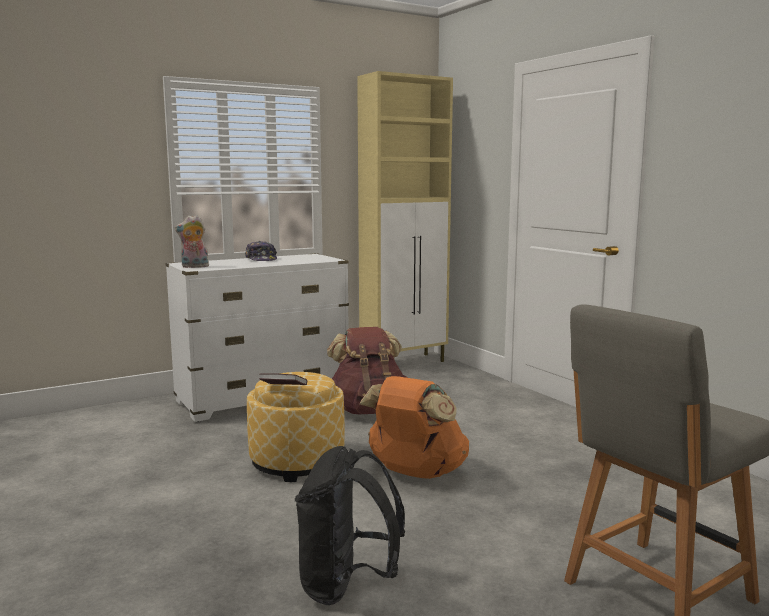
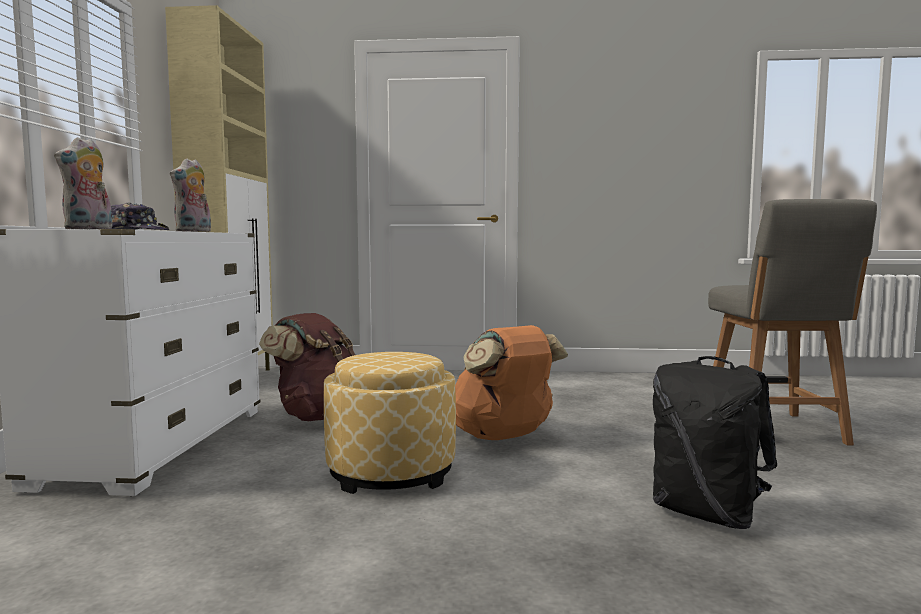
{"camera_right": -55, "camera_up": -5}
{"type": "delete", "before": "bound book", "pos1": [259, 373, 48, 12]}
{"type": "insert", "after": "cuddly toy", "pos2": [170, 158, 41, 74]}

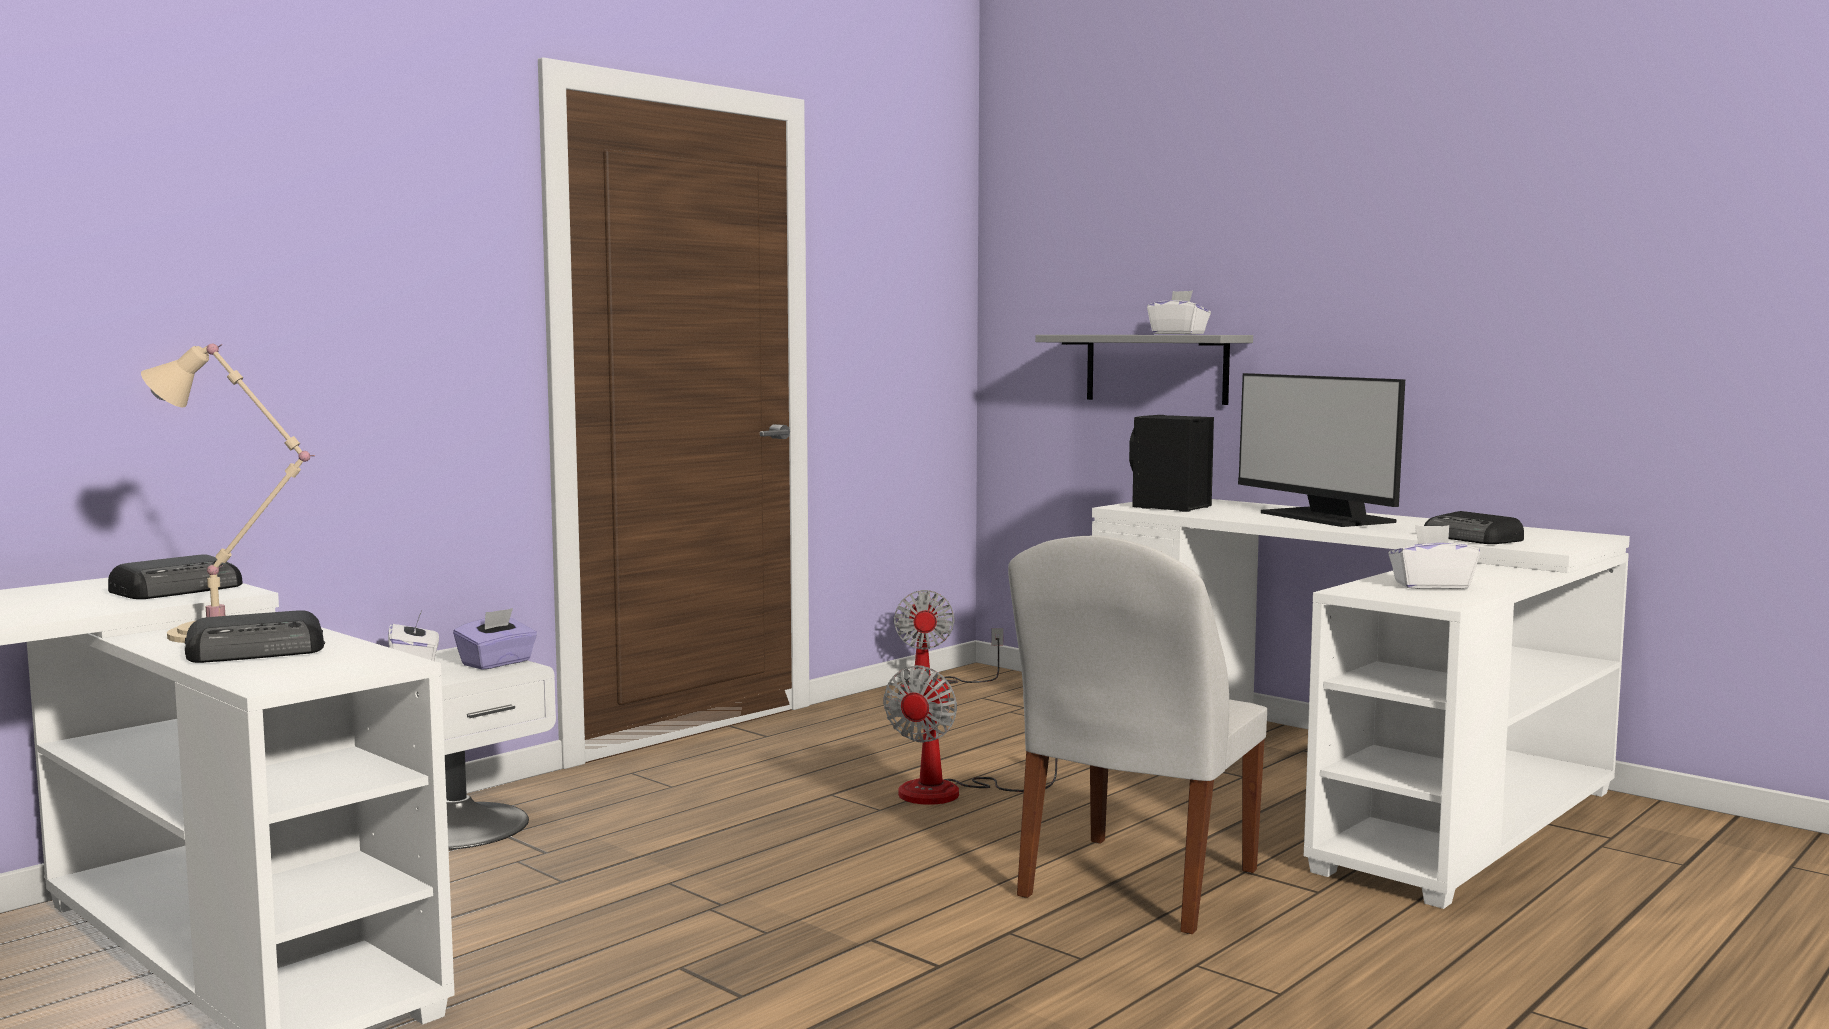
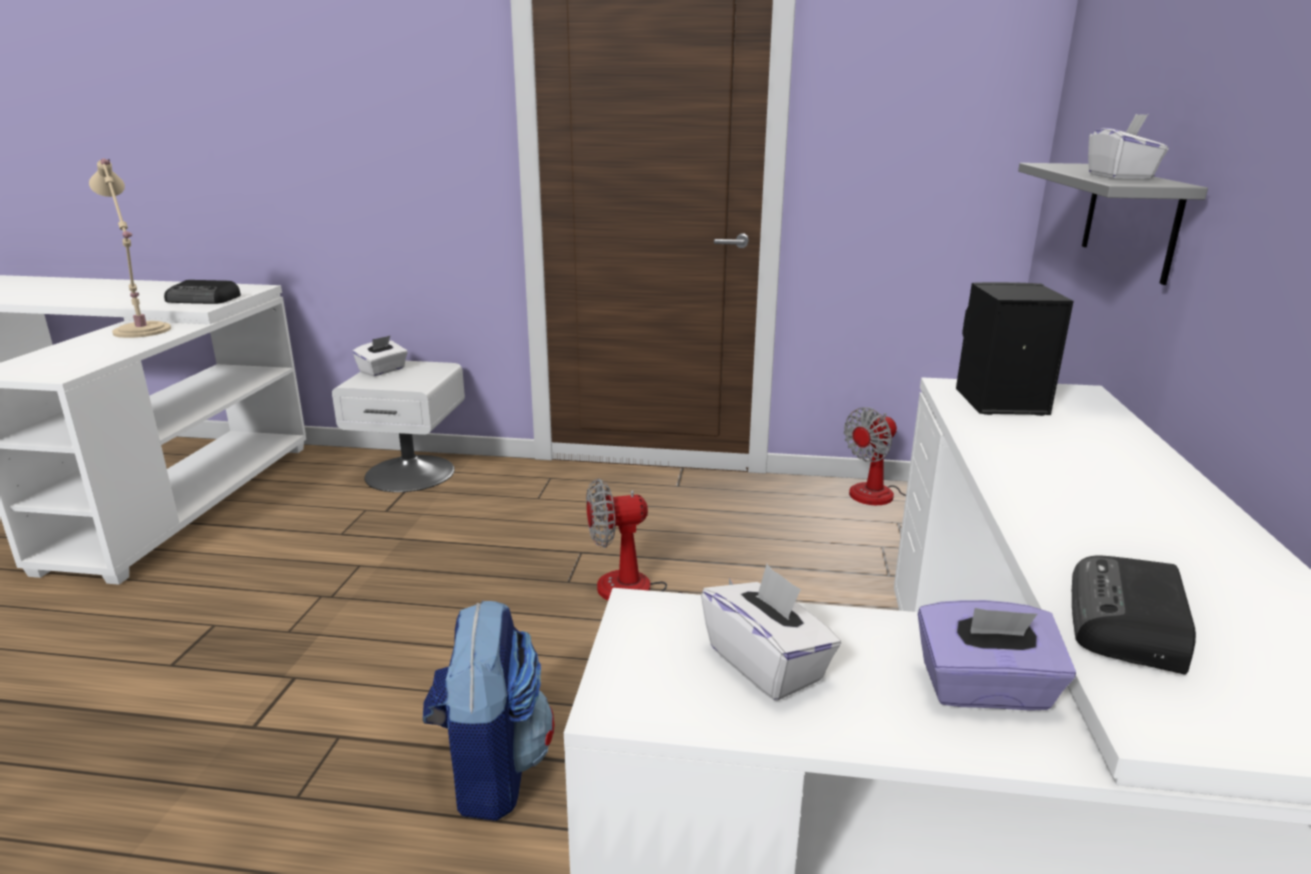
{"camera_right": 55, "camera_up": 15}
{"type": "delete", "before": "radio set", "pos1": [185, 610, 140, 53]}
{"type": "delete", "before": "computer display", "pos1": [1238, 373, 167, 154]}
{"type": "move", "before": "purple tissue holder", "pos1": [453, 608, 84, 62], "pos2": [918, 600, 158, 111]}
{"type": "replace", "before": "white chair", "after": "knapsack", "pos1": [1008, 535, 259, 399], "pos2": [423, 601, 131, 220]}

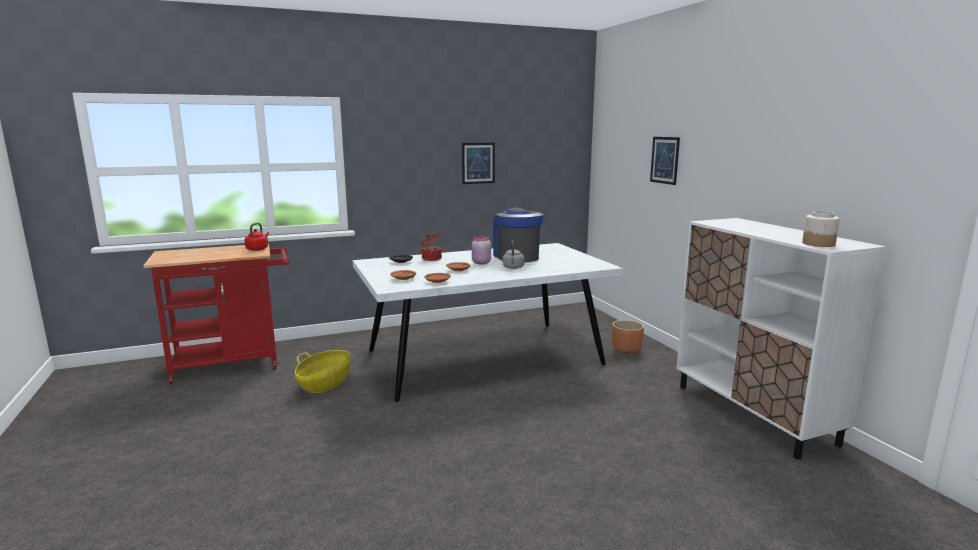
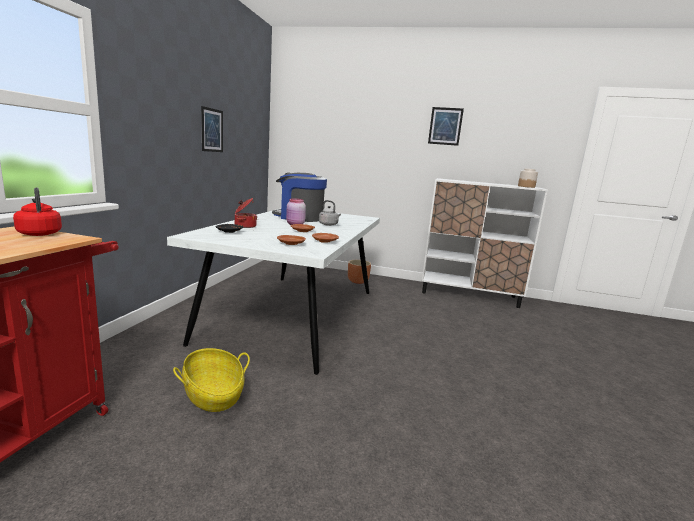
{"camera_right": -55, "camera_up": 0}
{"type": "move", "before": "picture", "pos1": [650, 137, 30, 48], "pos2": [428, 107, 36, 39]}

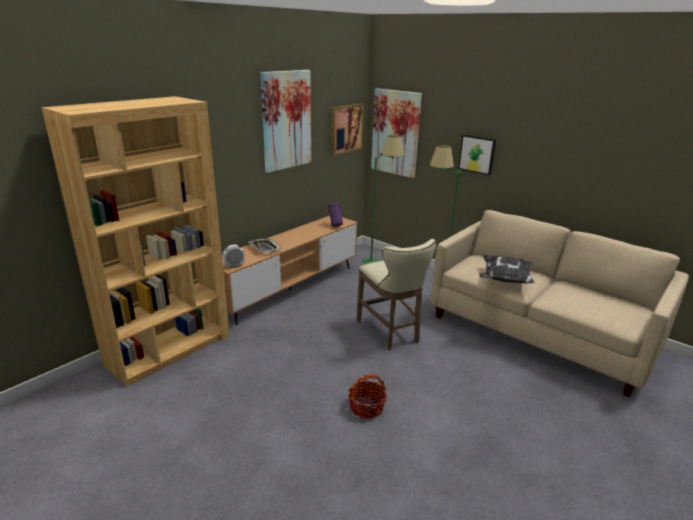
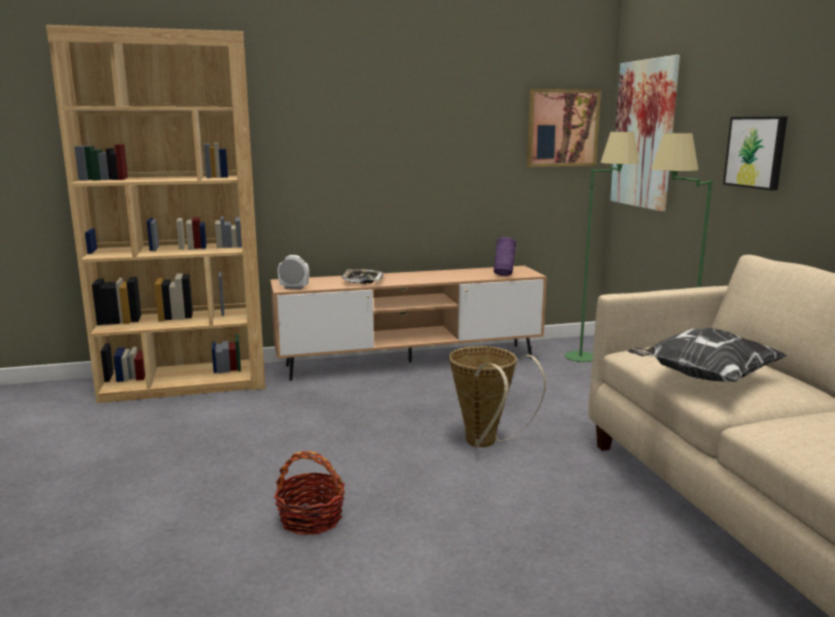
{"camera_right": 35, "camera_up": -10}
{"type": "delete", "before": "picture", "pos1": [260, 70, 51, 103]}
{"type": "replace", "before": "beige stool seat", "after": "storage basket", "pos1": [357, 239, 79, 111], "pos2": [449, 346, 97, 102]}

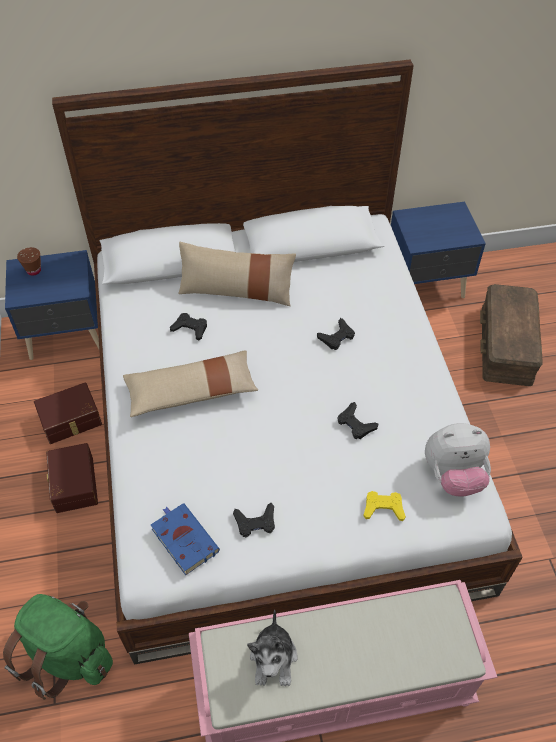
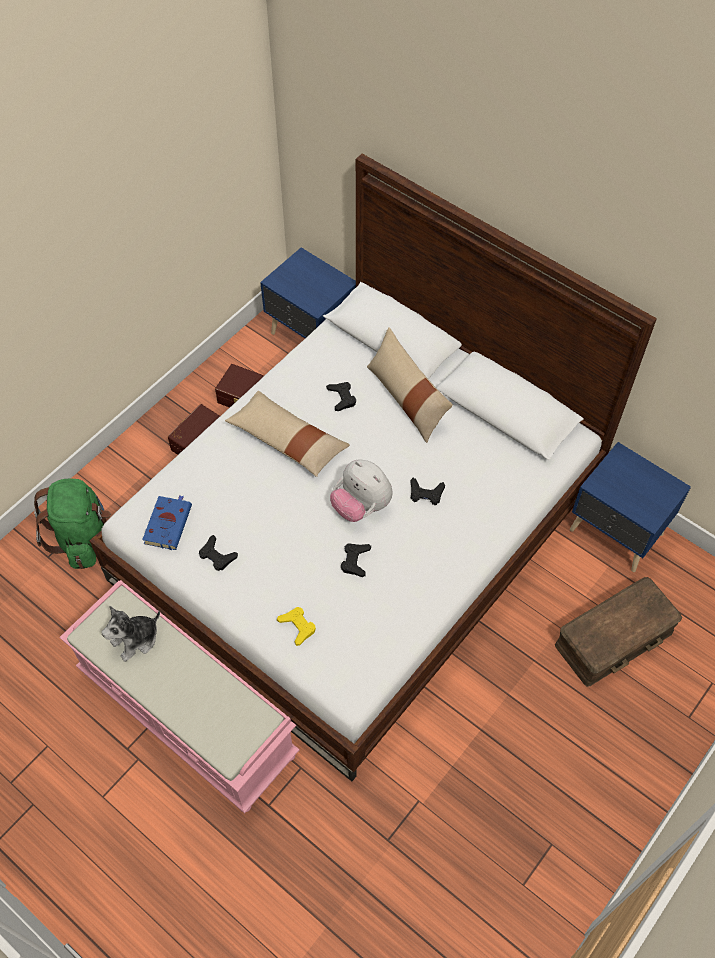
{"camera_right": 50, "camera_up": 5}
{"type": "delete", "before": "brown-coloured small cup", "pos1": [17, 247, 24, 29]}
{"type": "move", "before": "cuddly toy", "pos1": [425, 423, 66, 74], "pos2": [330, 459, 63, 63]}

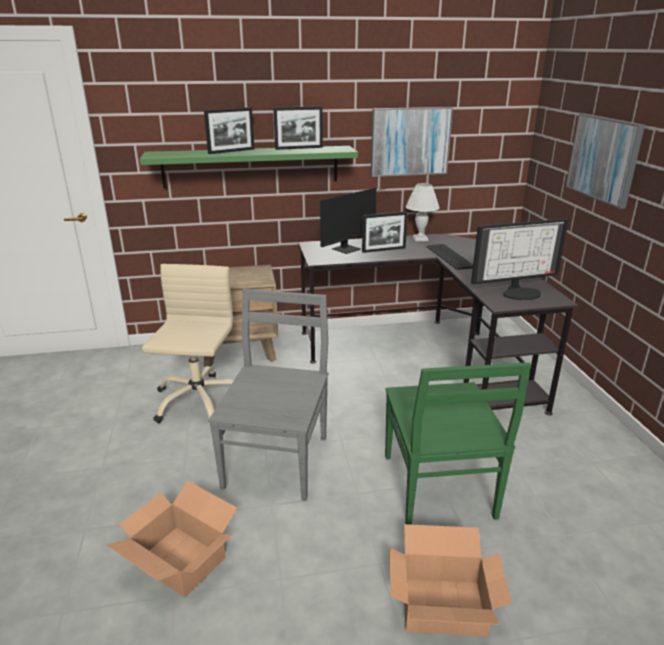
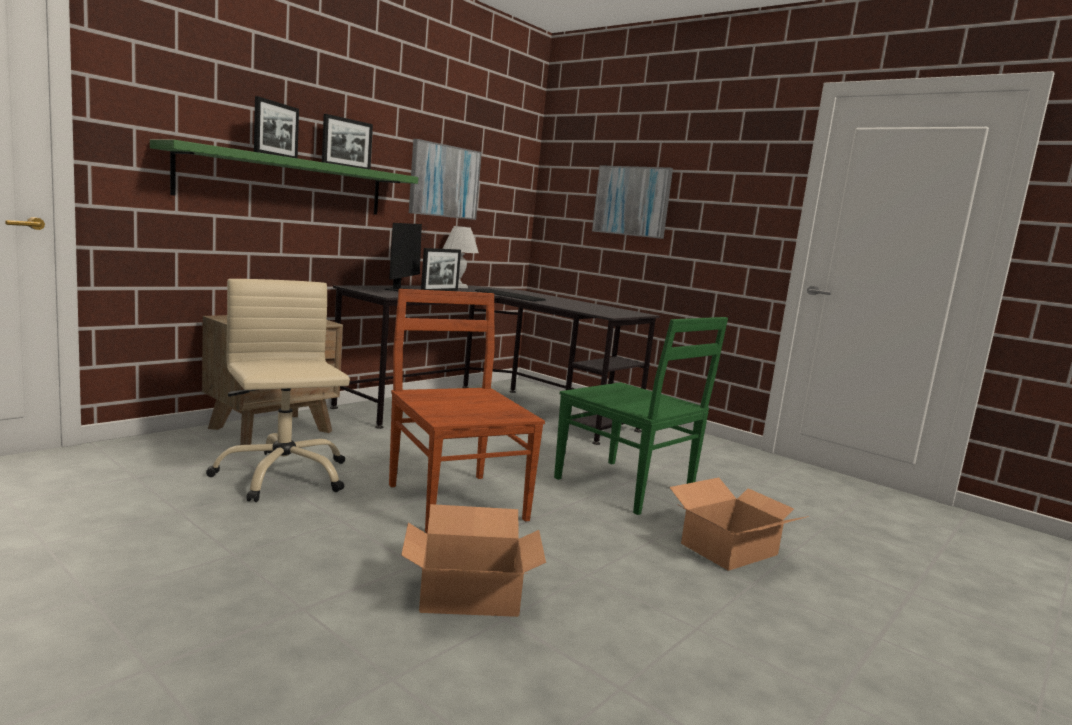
{"camera_right": -40, "camera_up": -15}
{"type": "delete", "before": "computer display", "pos1": [471, 218, 98, 82]}
{"type": "recolor", "before": "grey chair", "after": "brown-coloured chair", "pos1": [208, 289, 120, 212], "pos2": [389, 289, 156, 244]}

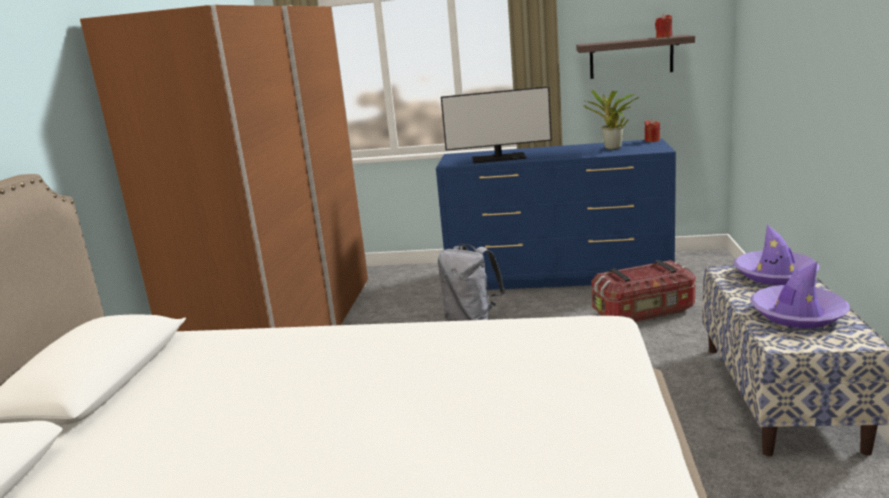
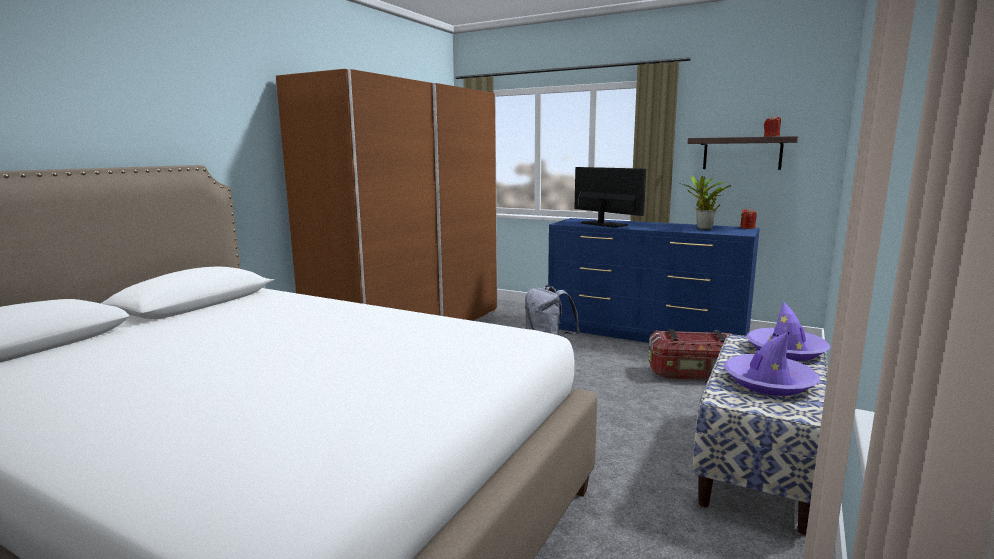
{"camera_right": 20, "camera_up": -5}
{"type": "rotate", "before": "computer display", "pos1": [441, 86, 111, 77], "pos2": [574, 167, 72, 61], "turn": -150}

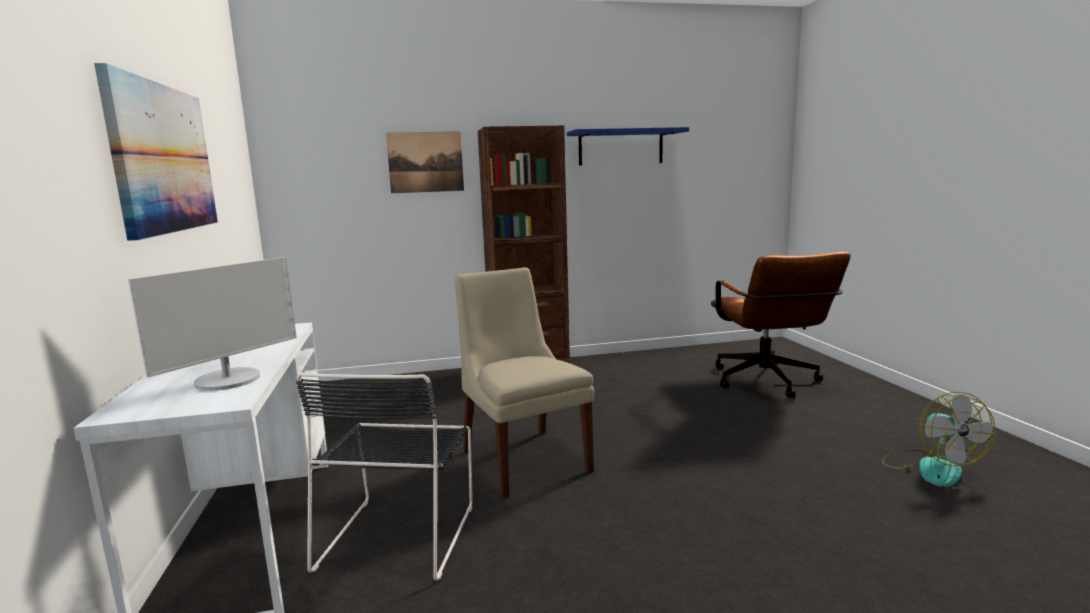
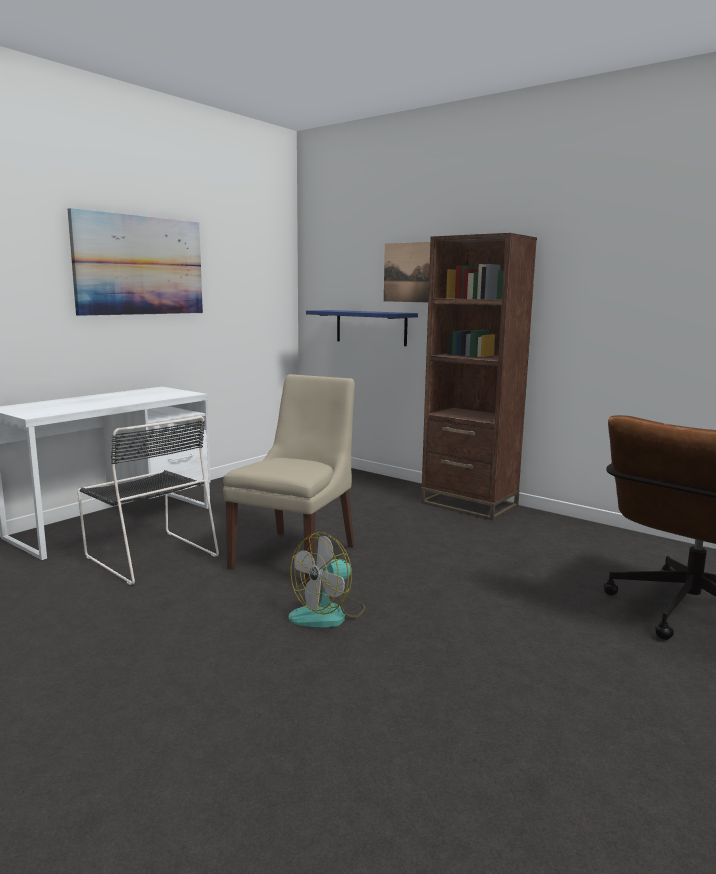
{"camera_right": 50, "camera_up": 0}
{"type": "delete", "before": "computer display", "pos1": [128, 257, 169, 134]}
{"type": "move", "before": "blue bracket shelf", "pos1": [567, 127, 122, 39], "pos2": [306, 310, 112, 36]}
{"type": "move", "before": "cooling fan", "pos1": [882, 392, 113, 95], "pos2": [288, 532, 77, 95]}
{"type": "rotate", "before": "blackish chair", "pos1": [296, 372, 177, 209], "pos2": [77, 416, 142, 169], "turn": -105}

